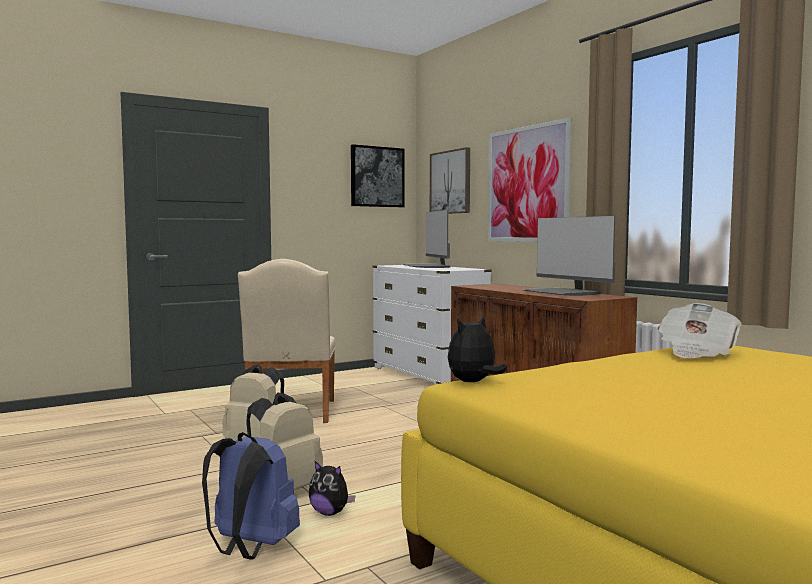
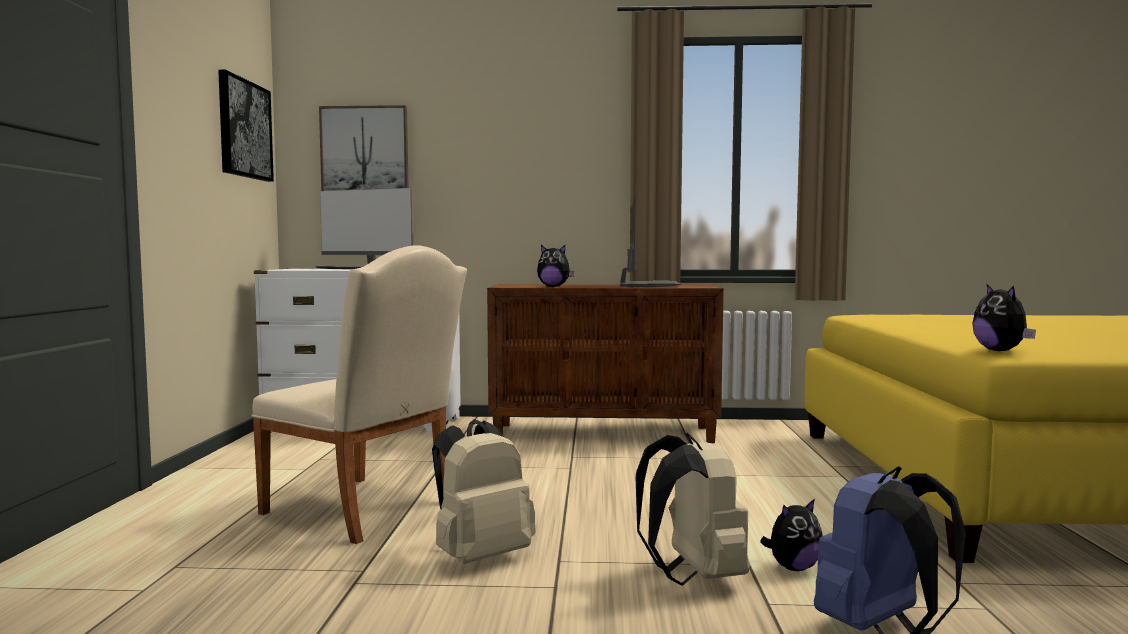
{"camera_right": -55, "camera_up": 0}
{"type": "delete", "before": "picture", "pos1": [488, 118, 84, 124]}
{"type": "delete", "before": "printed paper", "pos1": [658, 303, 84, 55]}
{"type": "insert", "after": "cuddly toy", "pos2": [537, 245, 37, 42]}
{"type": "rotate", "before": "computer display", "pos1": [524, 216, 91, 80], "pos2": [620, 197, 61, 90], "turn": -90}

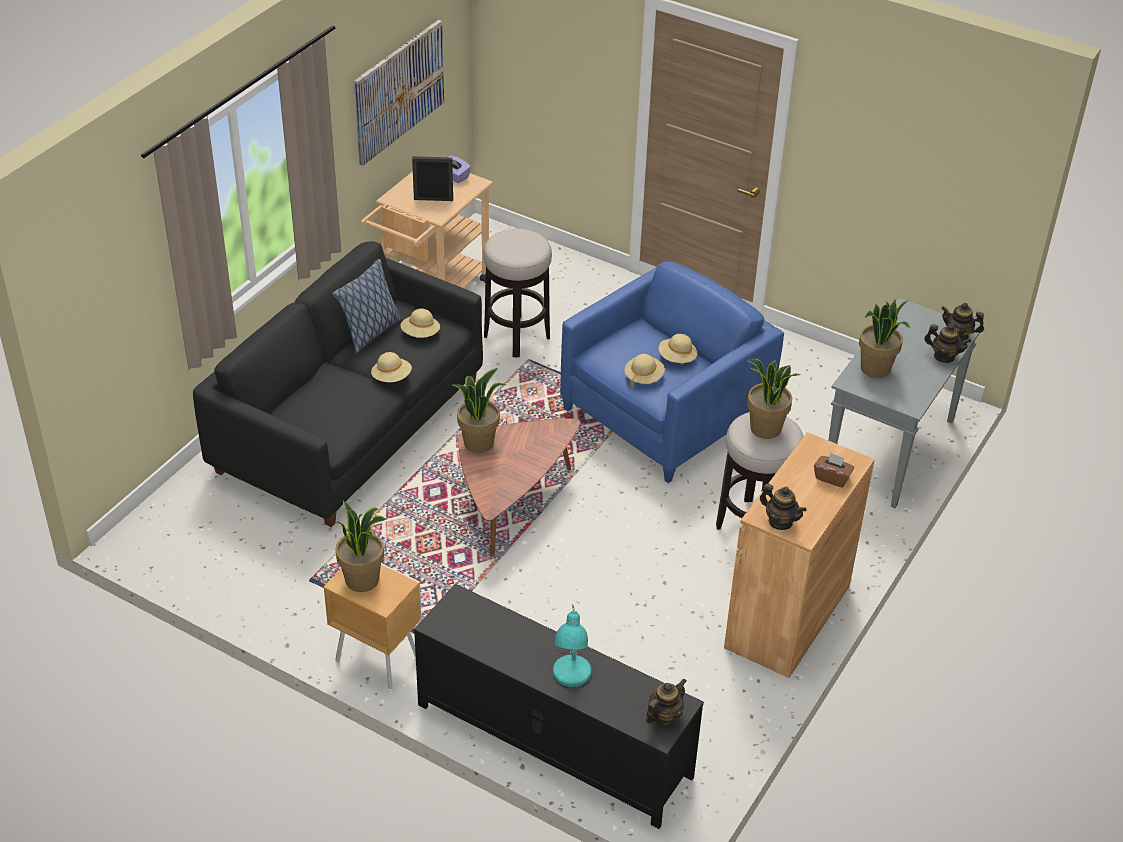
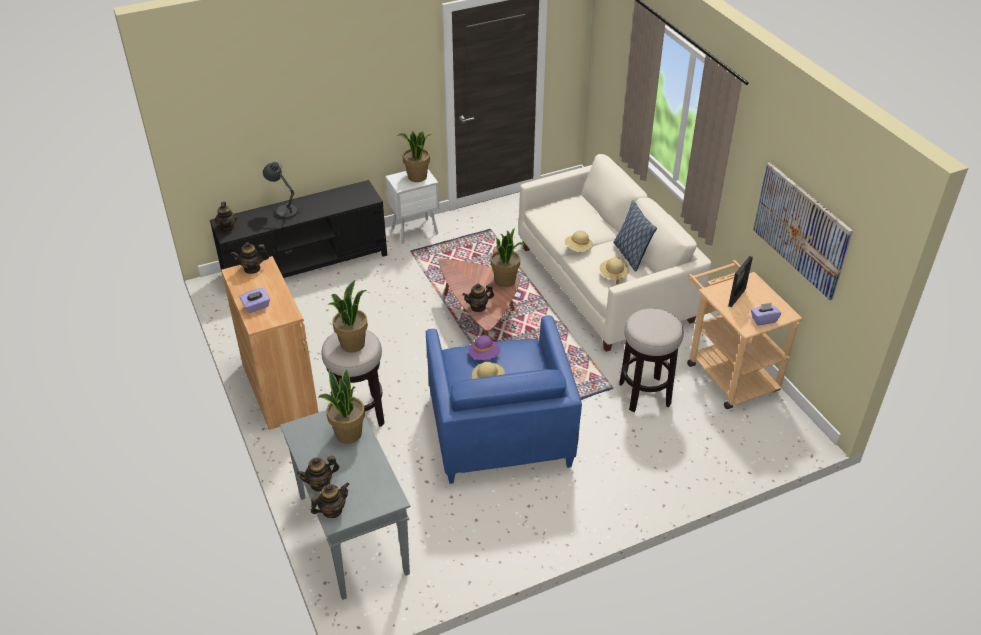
{"camera_right": 125, "camera_up": 0}
{"type": "insert", "after": "teapot", "pos2": [463, 283, 31, 29]}
{"type": "recolor", "before": "blackish sofa", "after": "white sofa", "pos1": [193, 241, 290, 286], "pos2": [518, 154, 193, 198]}
{"type": "recolor", "before": "brown-coloured nightstand", "after": "white nightstand", "pos1": [324, 563, 98, 126], "pos2": [386, 169, 53, 75]}
{"type": "recolor", "before": "turquoise tabletop lamp", "after": "grey tabletop lamp", "pos1": [553, 604, 38, 83], "pos2": [263, 162, 42, 57]}
{"type": "recolor", "before": "beige wearable hat", "after": "purple wearable hat", "pos1": [624, 354, 41, 33], "pos2": [468, 335, 32, 25]}
{"type": "recolor", "before": "brown-coloured tissue holder", "after": "purple tissue holder", "pos1": [814, 452, 40, 35], "pos2": [240, 288, 30, 25]}

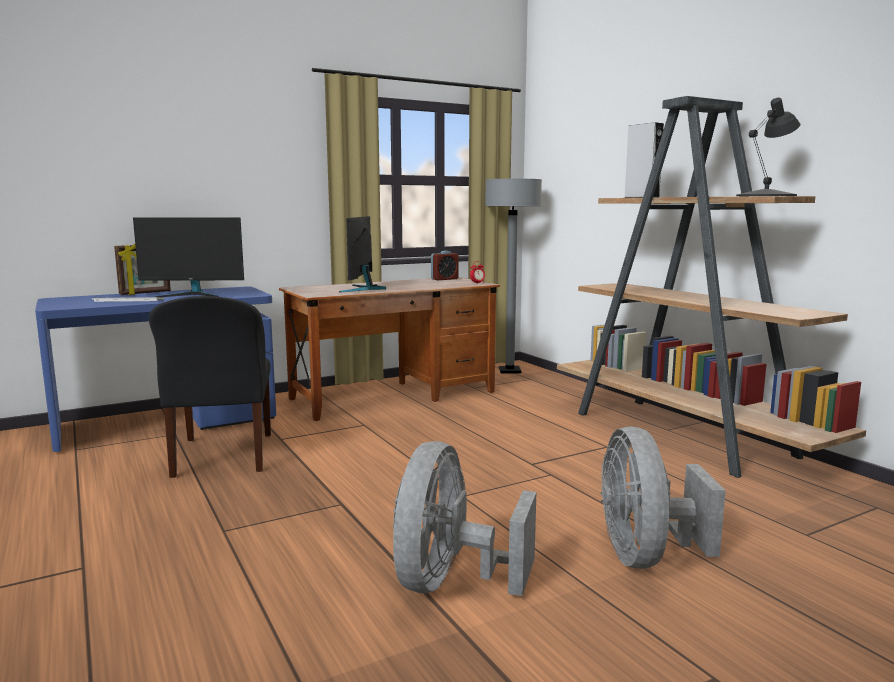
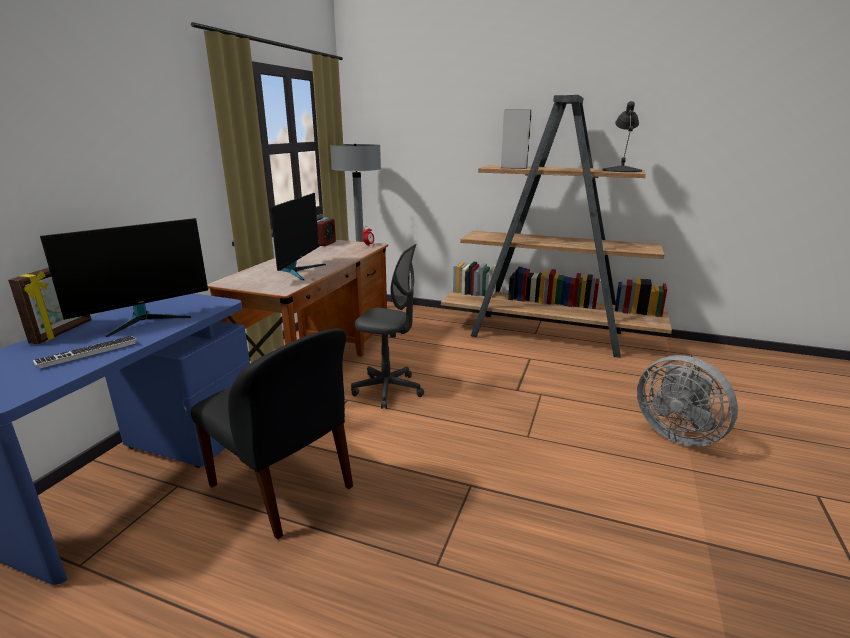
{"camera_right": -40, "camera_up": 10}
{"type": "delete", "before": "grey cooling fan", "pos1": [393, 441, 143, 155]}
{"type": "insert", "after": "grey office chair", "pos2": [351, 244, 73, 165]}
{"type": "rotate", "before": "computer display", "pos1": [339, 216, 47, 76], "pos2": [270, 193, 56, 87], "turn": -135}

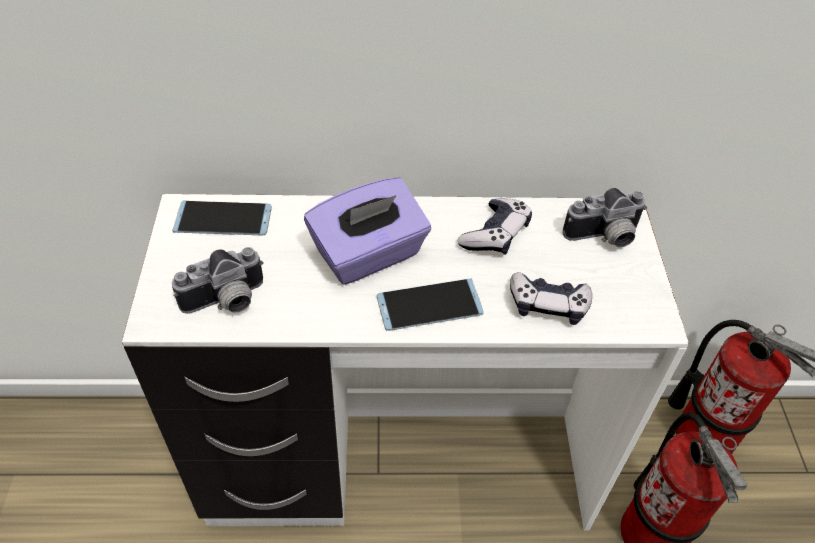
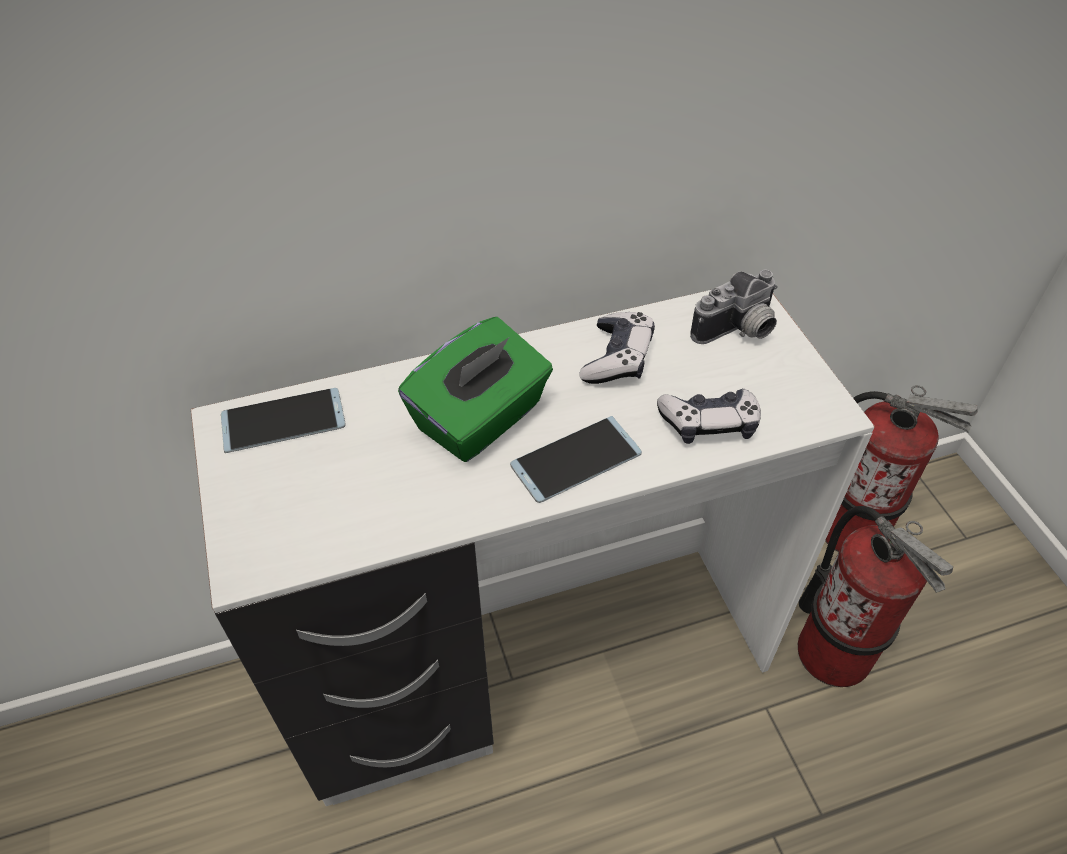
{"camera_right": -15, "camera_up": 0}
{"type": "delete", "before": "still camera", "pos1": [172, 247, 92, 67]}
{"type": "recolor", "before": "purple tissue holder", "after": "greenish tissue holder", "pos1": [304, 177, 127, 108], "pos2": [398, 317, 155, 145]}

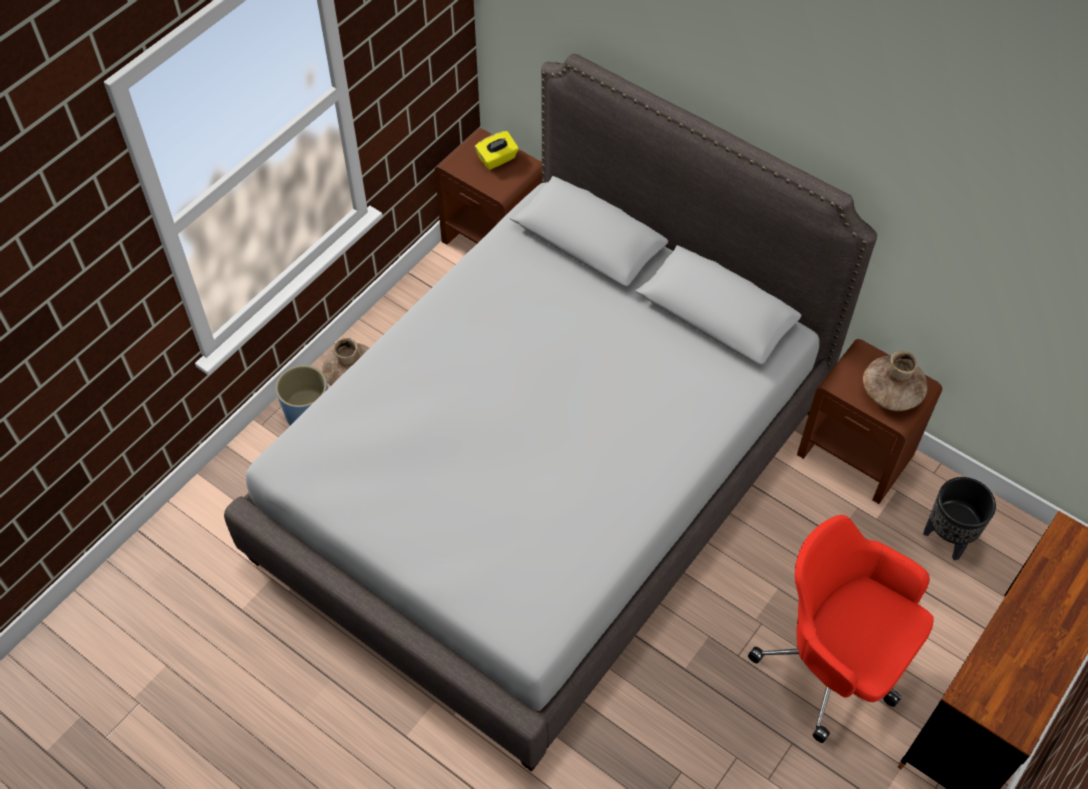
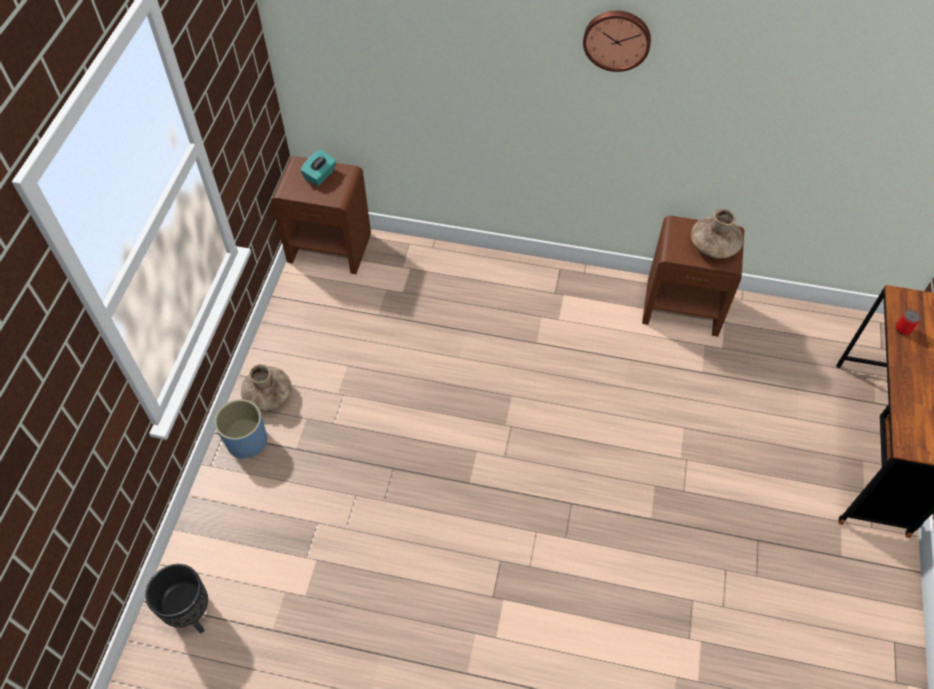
{"camera_right": -25, "camera_up": 0}
{"type": "delete", "before": "grey sleeping bed", "pos1": [224, 54, 653, 718]}
{"type": "delete", "before": "red-coloured office chair", "pos1": [748, 515, 186, 228]}
{"type": "insert", "after": "hanging clock", "pos2": [583, 11, 68, 61]}
{"type": "insert", "after": "sealed can", "pos2": [896, 310, 25, 25]}
{"type": "move", "before": "blackish flower pot", "pos1": [923, 477, 73, 83], "pos2": [145, 564, 63, 70]}
{"type": "recolor", "before": "yellow-coloured tissue holder", "after": "turquoise tissue holder", "pos1": [475, 131, 44, 39], "pos2": [300, 150, 36, 36]}

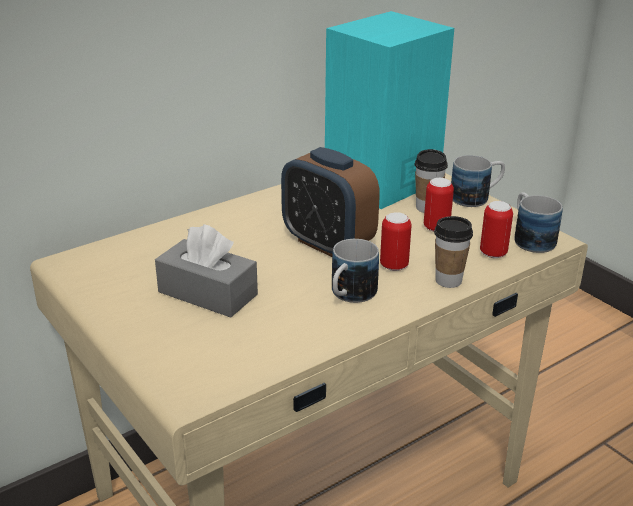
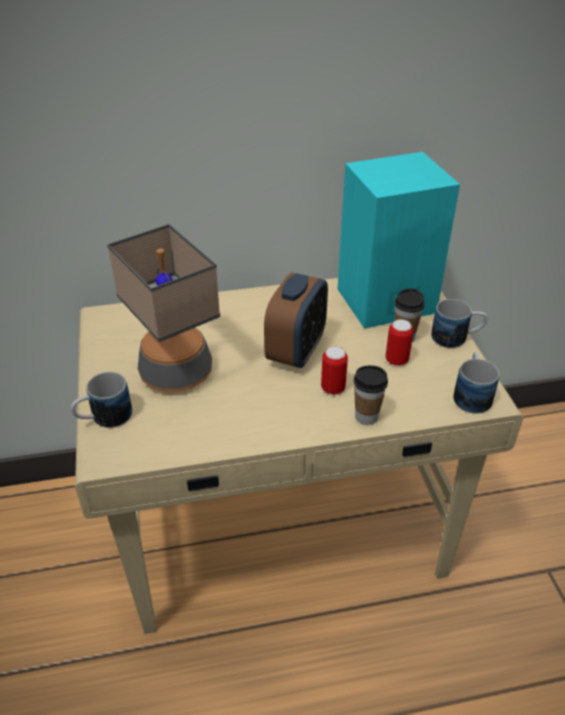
{"camera_right": 25, "camera_up": 10}
{"type": "delete", "before": "sealed can", "pos1": [480, 201, 33, 57]}
{"type": "move", "before": "coffee mug", "pos1": [332, 239, 47, 64], "pos2": [71, 372, 61, 56]}
{"type": "replace", "before": "grey tissue holder", "after": "tabletop lamp", "pos1": [155, 224, 103, 94], "pos2": [107, 224, 113, 168]}
{"type": "rotate", "before": "table clock", "pos1": [281, 147, 99, 110], "pos2": [264, 272, 64, 96], "turn": -135}

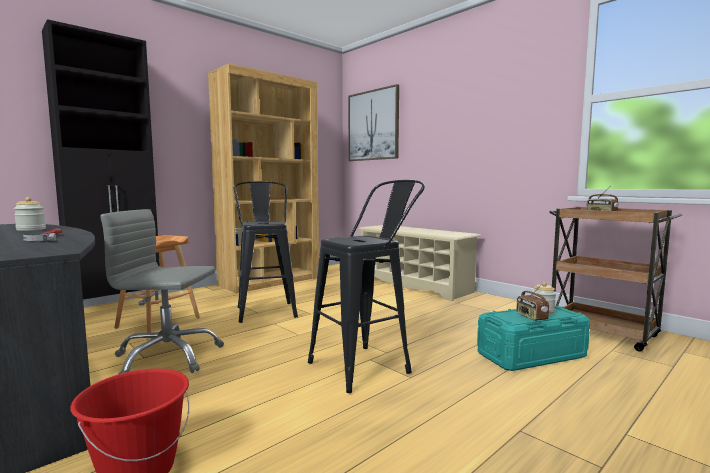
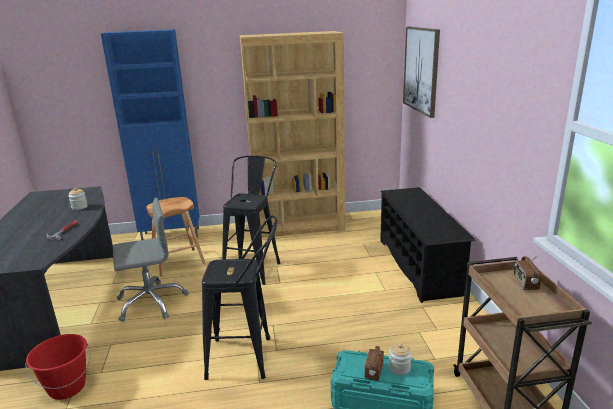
{"camera_right": 35, "camera_up": 15}
{"type": "recolor", "before": "blackish storage cabinet", "after": "blue storage cabinet", "pos1": [42, 19, 118, 285], "pos2": [101, 29, 98, 211]}
{"type": "recolor", "before": "beige shoe stand", "after": "blackish shoe stand", "pos1": [359, 225, 123, 76], "pos2": [380, 187, 95, 116]}
{"type": "rotate", "before": "grey office chair", "pos1": [100, 209, 124, 165], "pos2": [113, 198, 76, 124], "turn": 120}

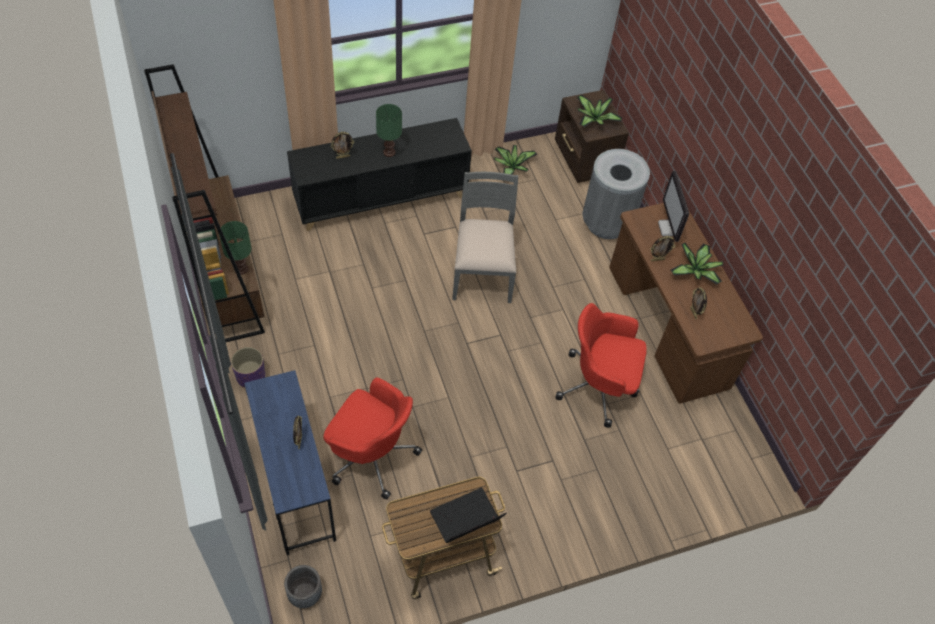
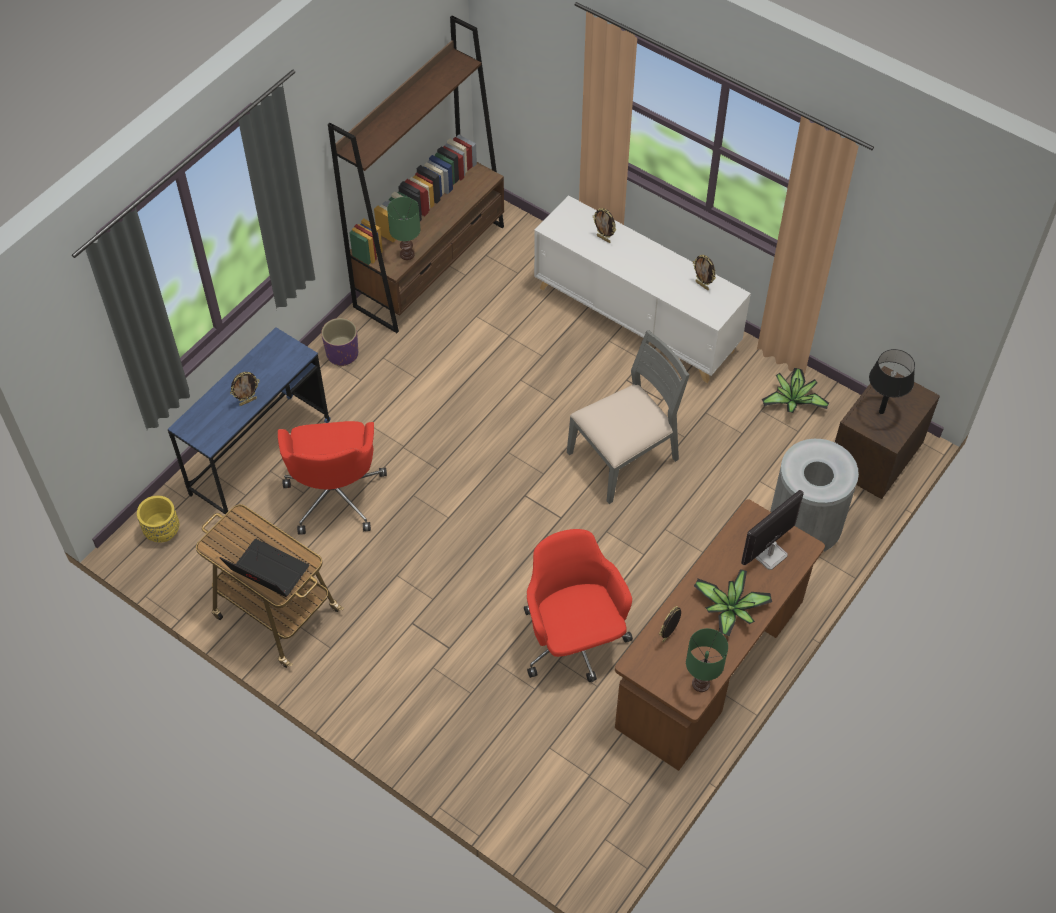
{"camera_right": 60, "camera_up": 0}
{"type": "move", "before": "greenish tabletop lamp", "pos1": [376, 104, 26, 53], "pos2": [686, 628, 42, 64]}
{"type": "move", "before": "photo frame", "pos1": [650, 236, 26, 25], "pos2": [693, 255, 23, 35]}
{"type": "replace", "before": "potted plant", "after": "blackish tabletop lamp", "pos1": [577, 95, 45, 33], "pos2": [869, 349, 46, 65]}
{"type": "recolor", "before": "grey flower pot", "after": "yellow-coloured flower pot", "pos1": [284, 565, 38, 43], "pos2": [137, 496, 42, 46]}
{"type": "recolor", "before": "blackish storage cabinet", "after": "white storage cabinet", "pos1": [287, 118, 185, 113], "pos2": [534, 195, 217, 188]}

